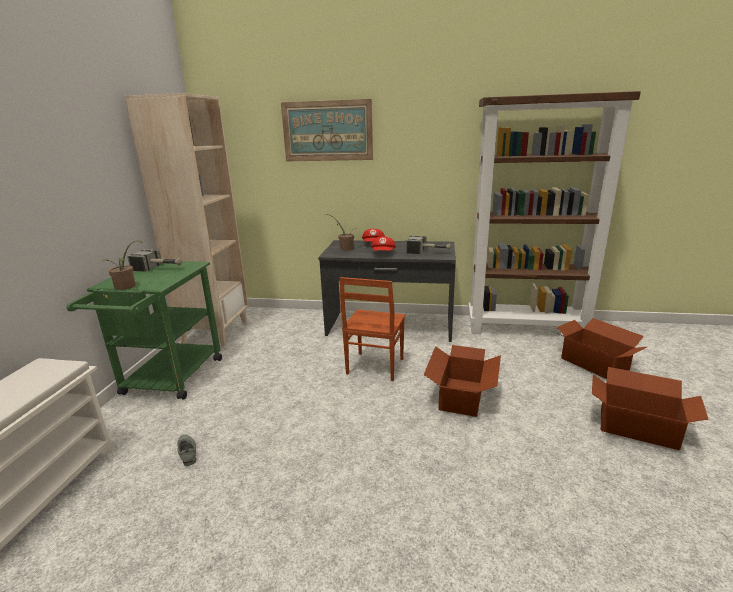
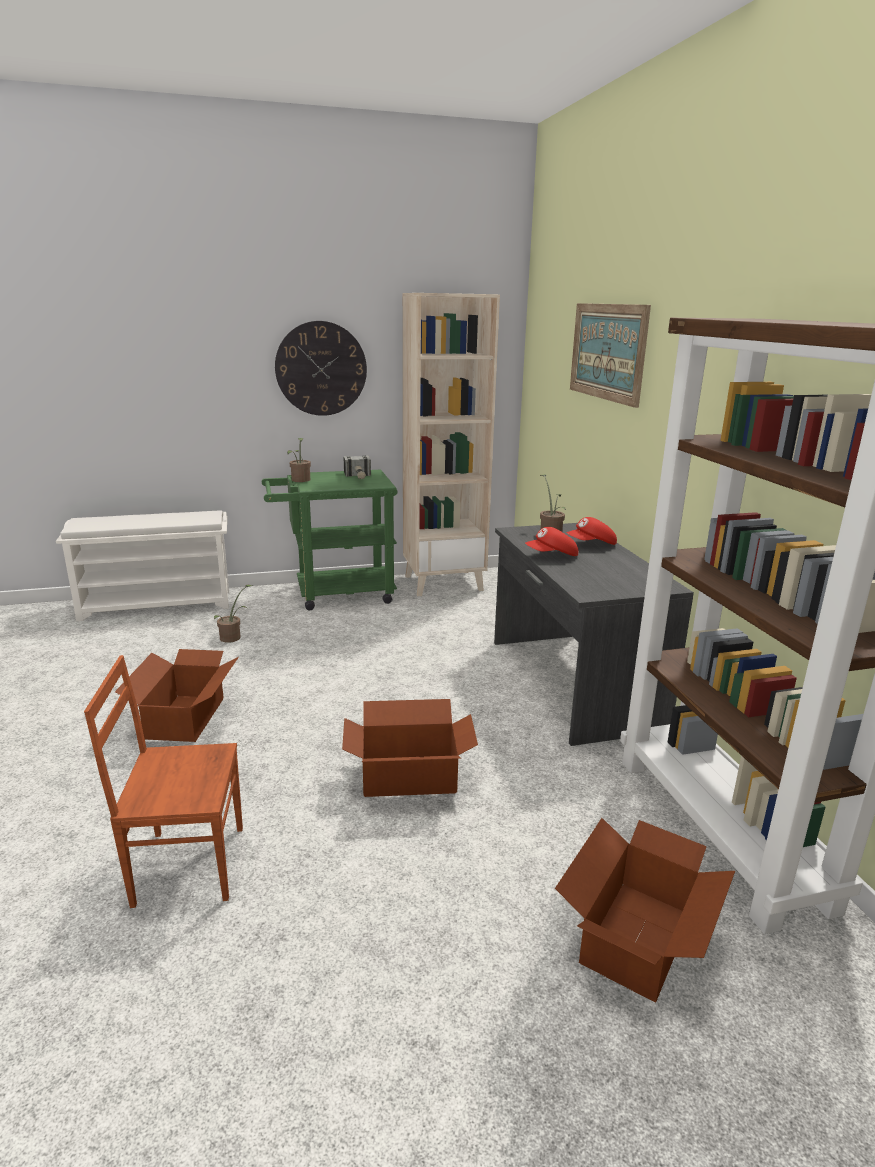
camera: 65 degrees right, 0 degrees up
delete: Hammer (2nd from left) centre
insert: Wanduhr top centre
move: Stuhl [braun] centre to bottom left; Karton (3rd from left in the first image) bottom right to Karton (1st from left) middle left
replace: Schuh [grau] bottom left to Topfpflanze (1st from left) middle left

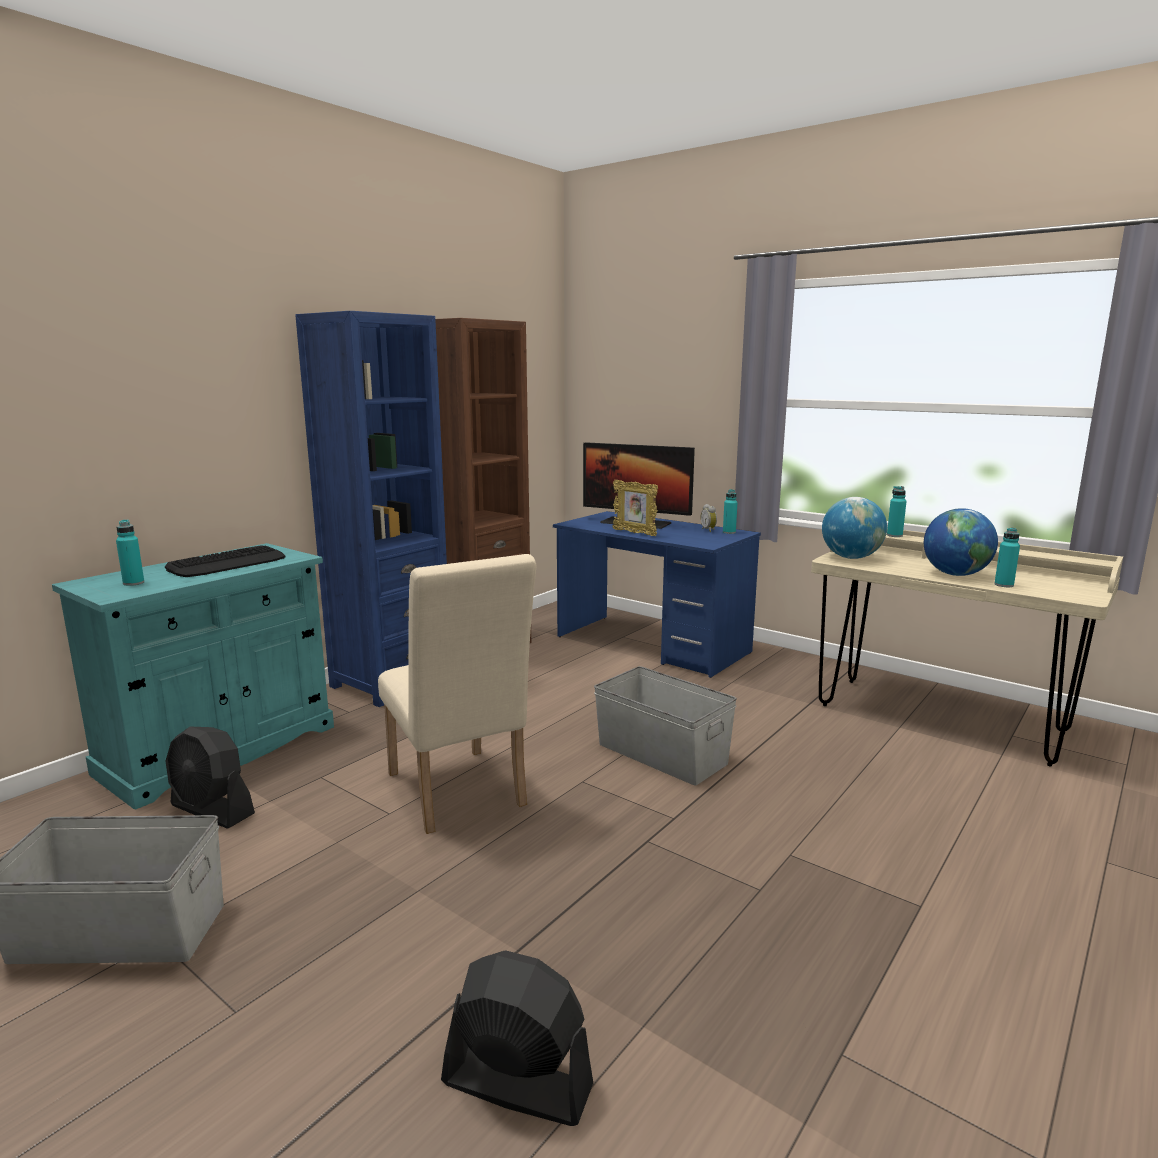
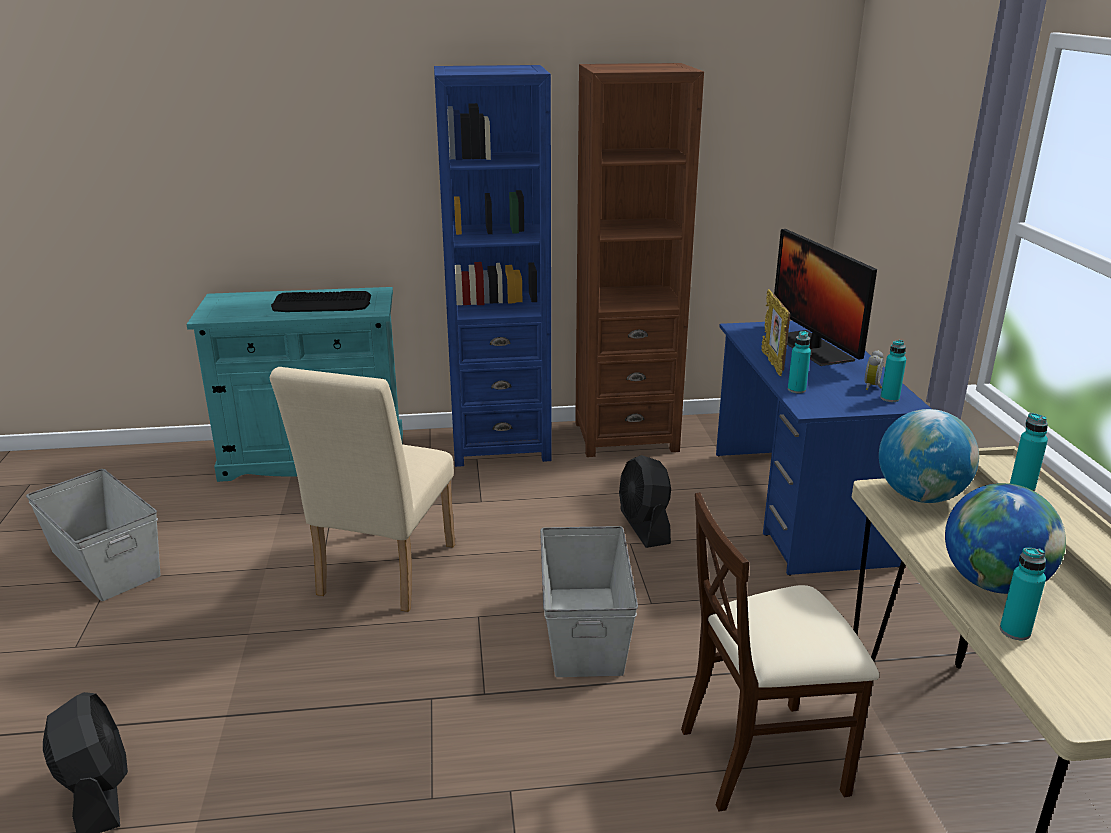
camera: 45 degrees right, 10 degrees up
insert: Stuhl [beige] (2nd from left) bottom right
move: Flasche [türkis] (1st from left) middle left to middle right; Ventilator [schwarz] (1st from left in the first image) bottom left to Ventilator [schwarz] (2nd from left) centre

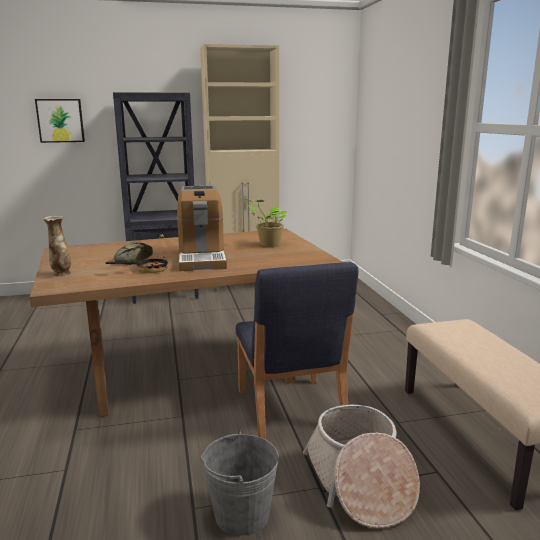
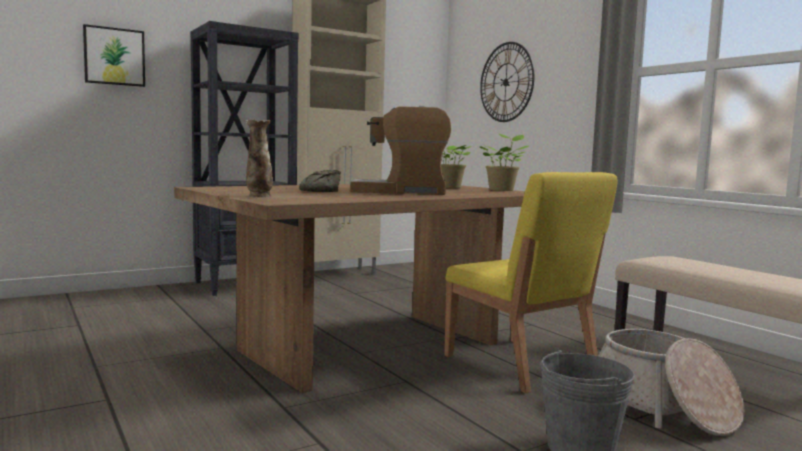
camera: 20 degrees left, 10 degrees down
delete: Pfanne middle left
insert: Topfpflanze (2nd from left) centre; Wanduhr top centre
recolor: Stuhl [blau] centre to Stuhl [gelb] centre
rotate: Kaffeemaschine centre = top centre 120 degrees clockwise

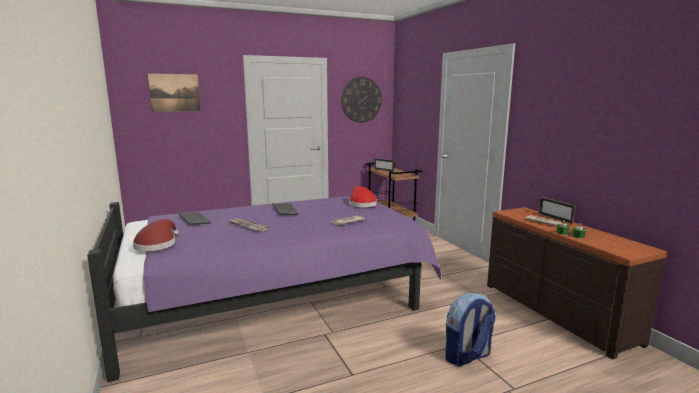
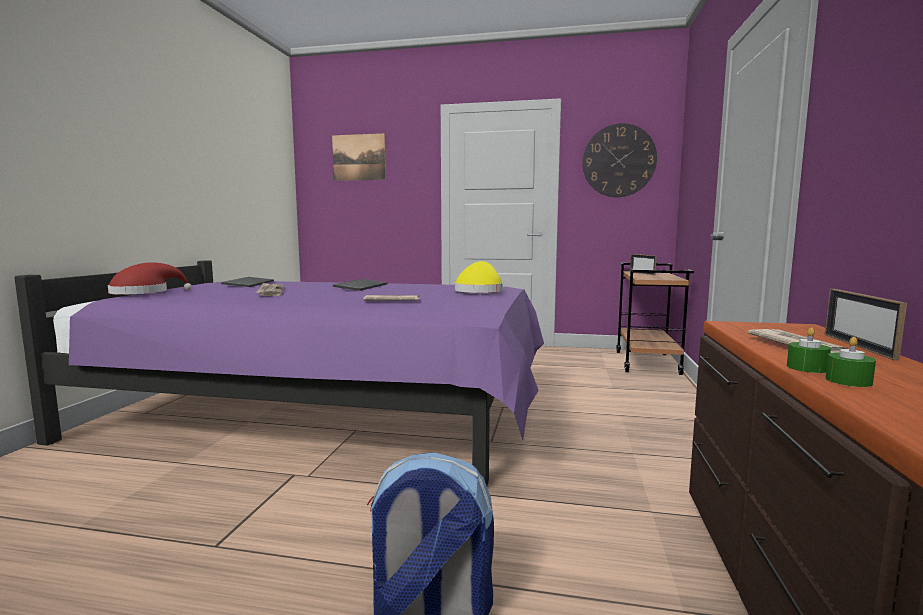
camera: 35 degrees right, 5 degrees down
recolor: Hut [rot] (2nd from left) centre to Hut [gelb] centre

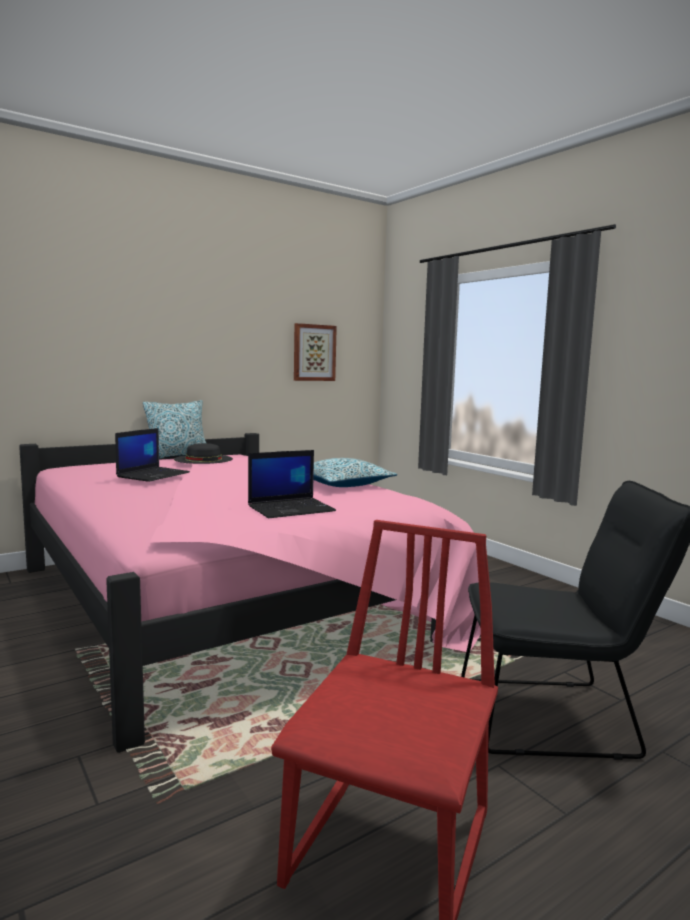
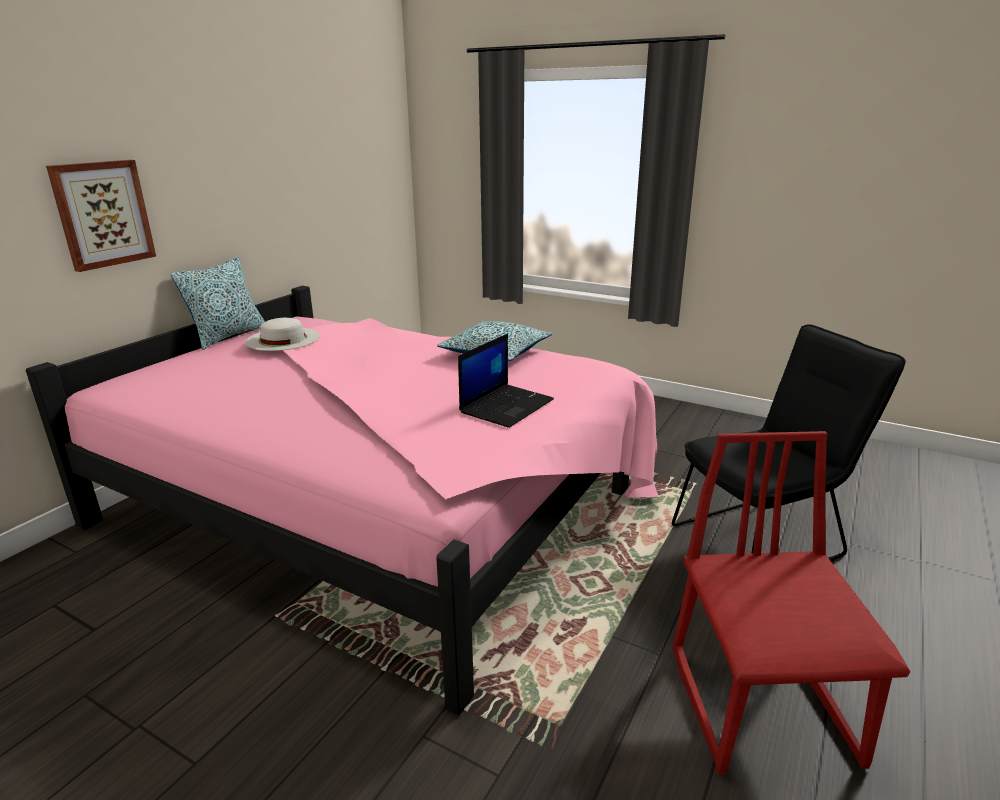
camera: 25 degrees left, 15 degrees up
delete: Laptop (1st from left) middle left
move: Bild centre to top left
recolor: Hut [schwarz] middle left to Hut [weiß] middle left

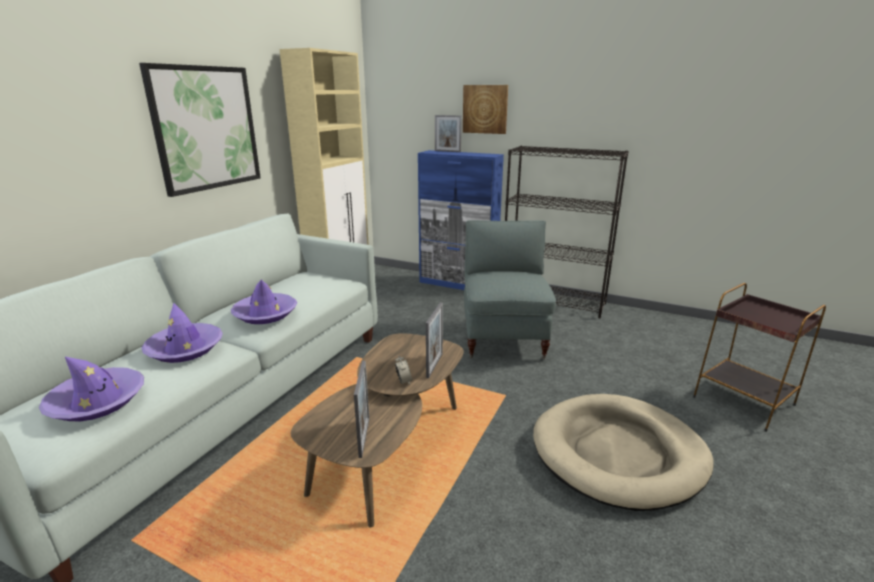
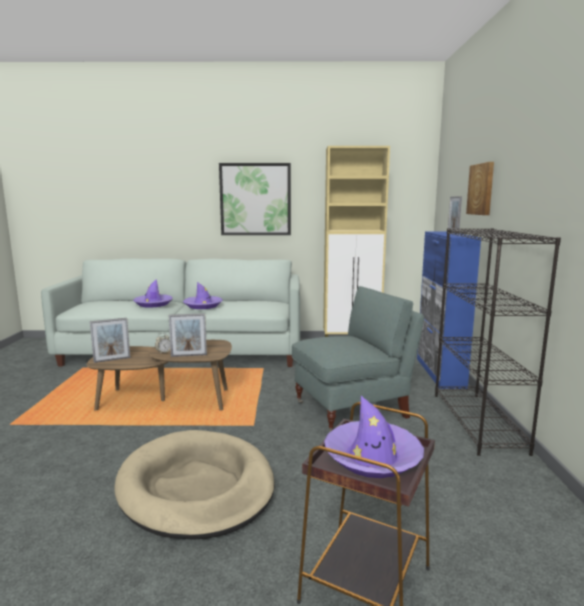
camera: 65 degrees right, 10 degrees down
move: Hut [lila] (1st from left in the first image) bottom left to Hut [lila] (3rd from left) bottom centre

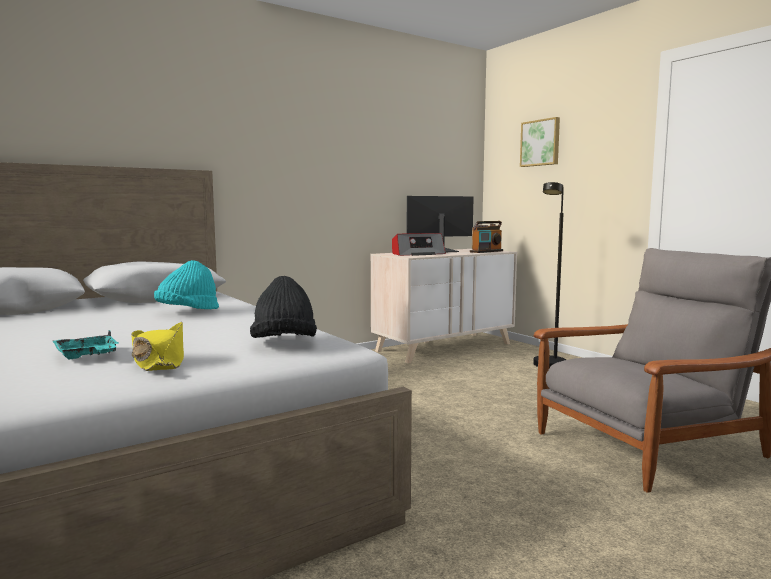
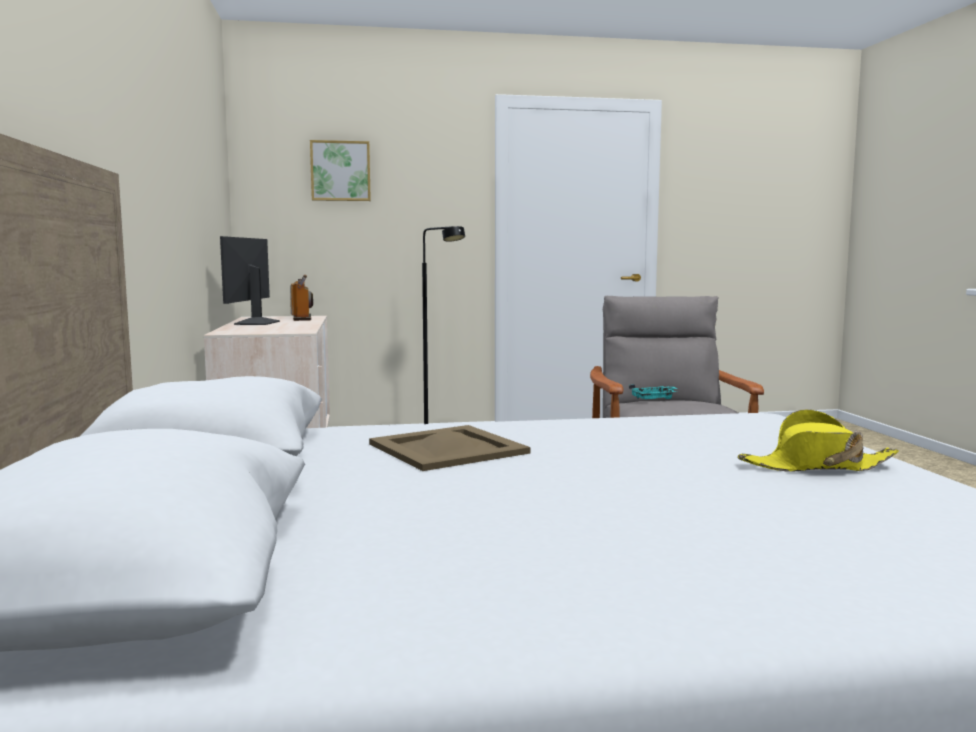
camera: 65 degrees left, 0 degrees up
delete: Hut [schwarz] centre; Radio (1st from left) centre
move: Tablett [türkis] middle left to middle right
replace: Hut [türkis] middle left to Tablett [beige] centre

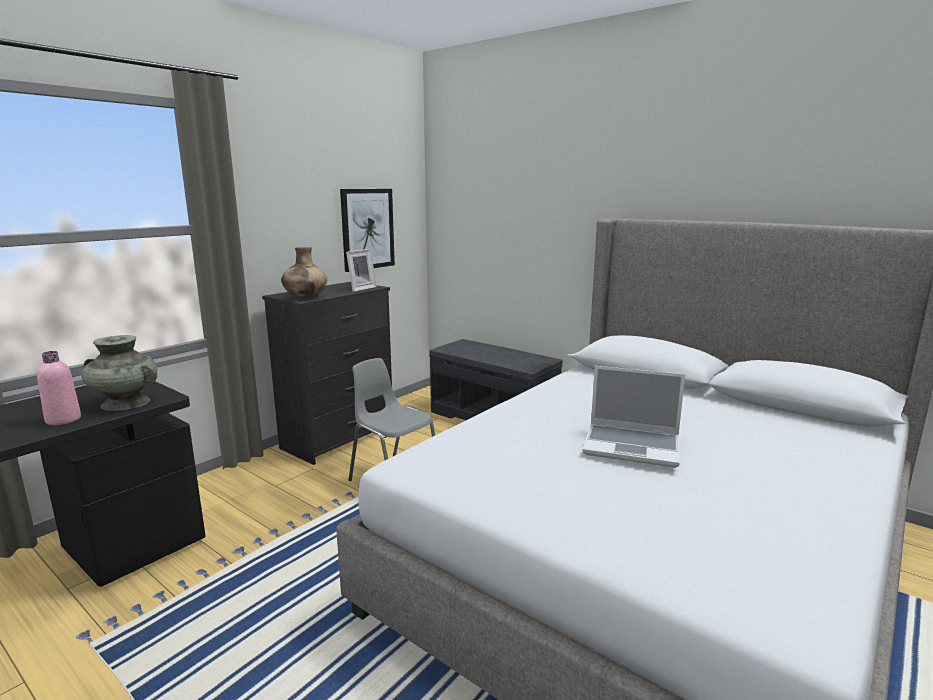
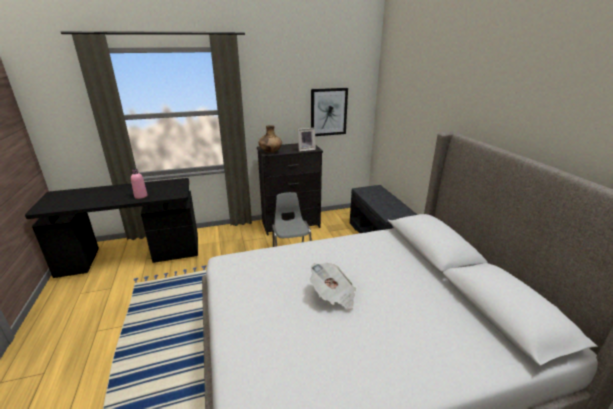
camera: 35 degrees right, 10 degrees up
delete: Vase [türkis] middle left
replace: Laptop middle right to Zeitung bottom centre

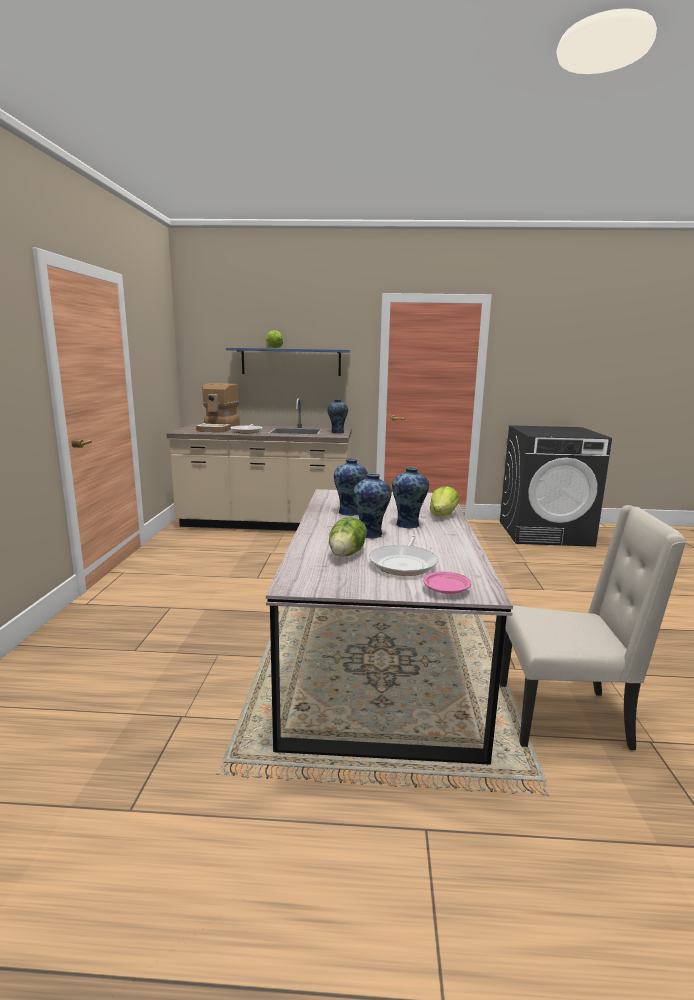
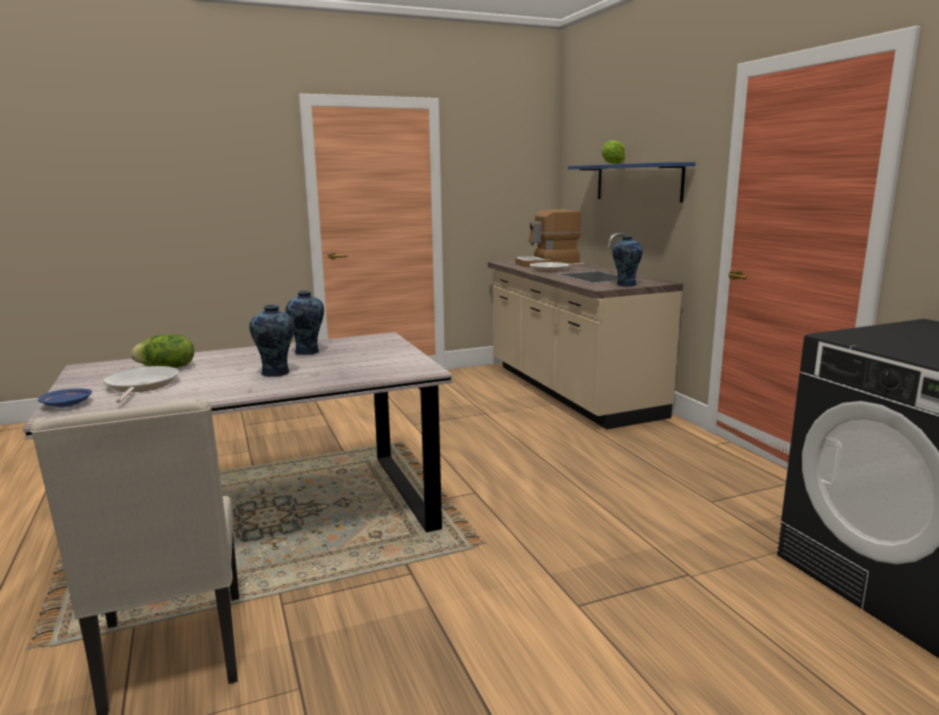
camera: 65 degrees right, 0 degrees up
delete: Vase (3rd from left) centre; Salatkopf (3rd from left) centre
recolor: Teller [rosa] centre to Teller [blau] middle left
rotate: Pfanne (2nd from left in the first image) centre = middle left 90 degrees clockwise

